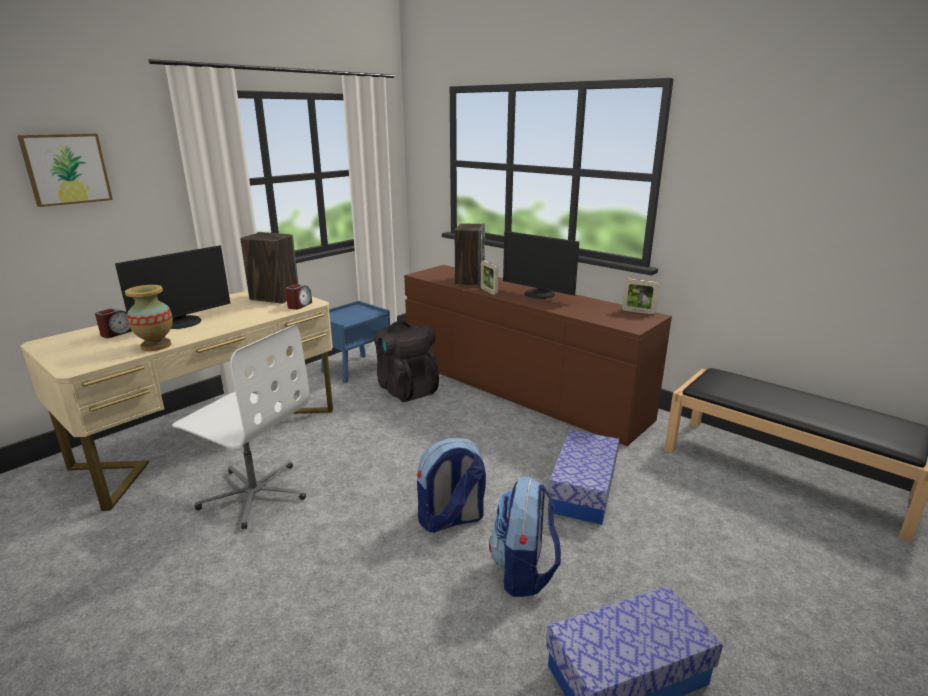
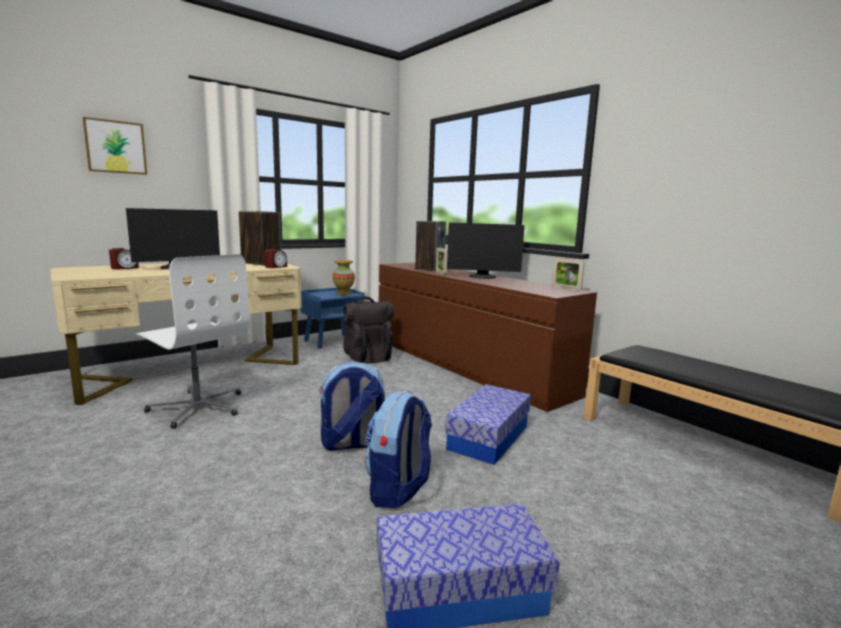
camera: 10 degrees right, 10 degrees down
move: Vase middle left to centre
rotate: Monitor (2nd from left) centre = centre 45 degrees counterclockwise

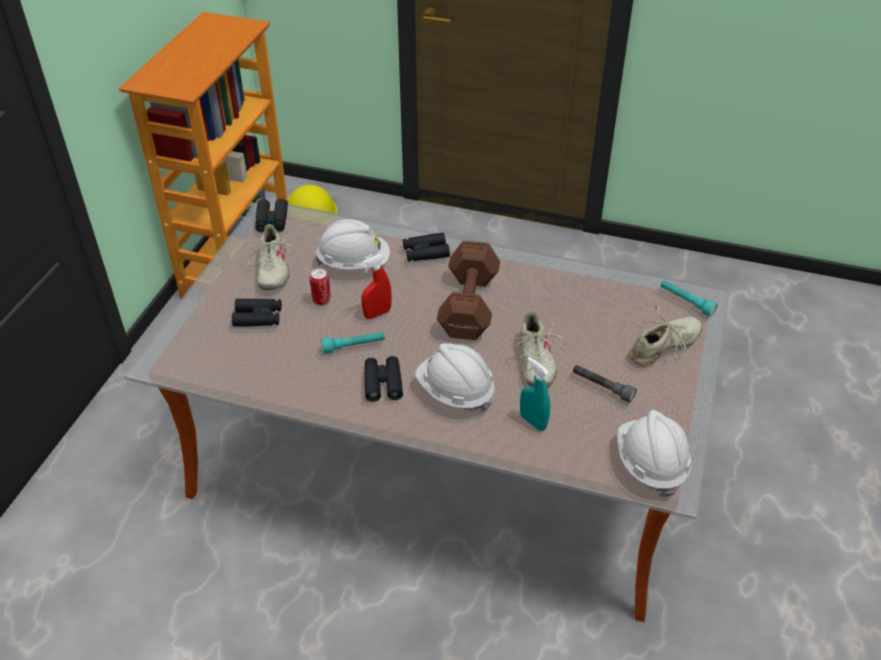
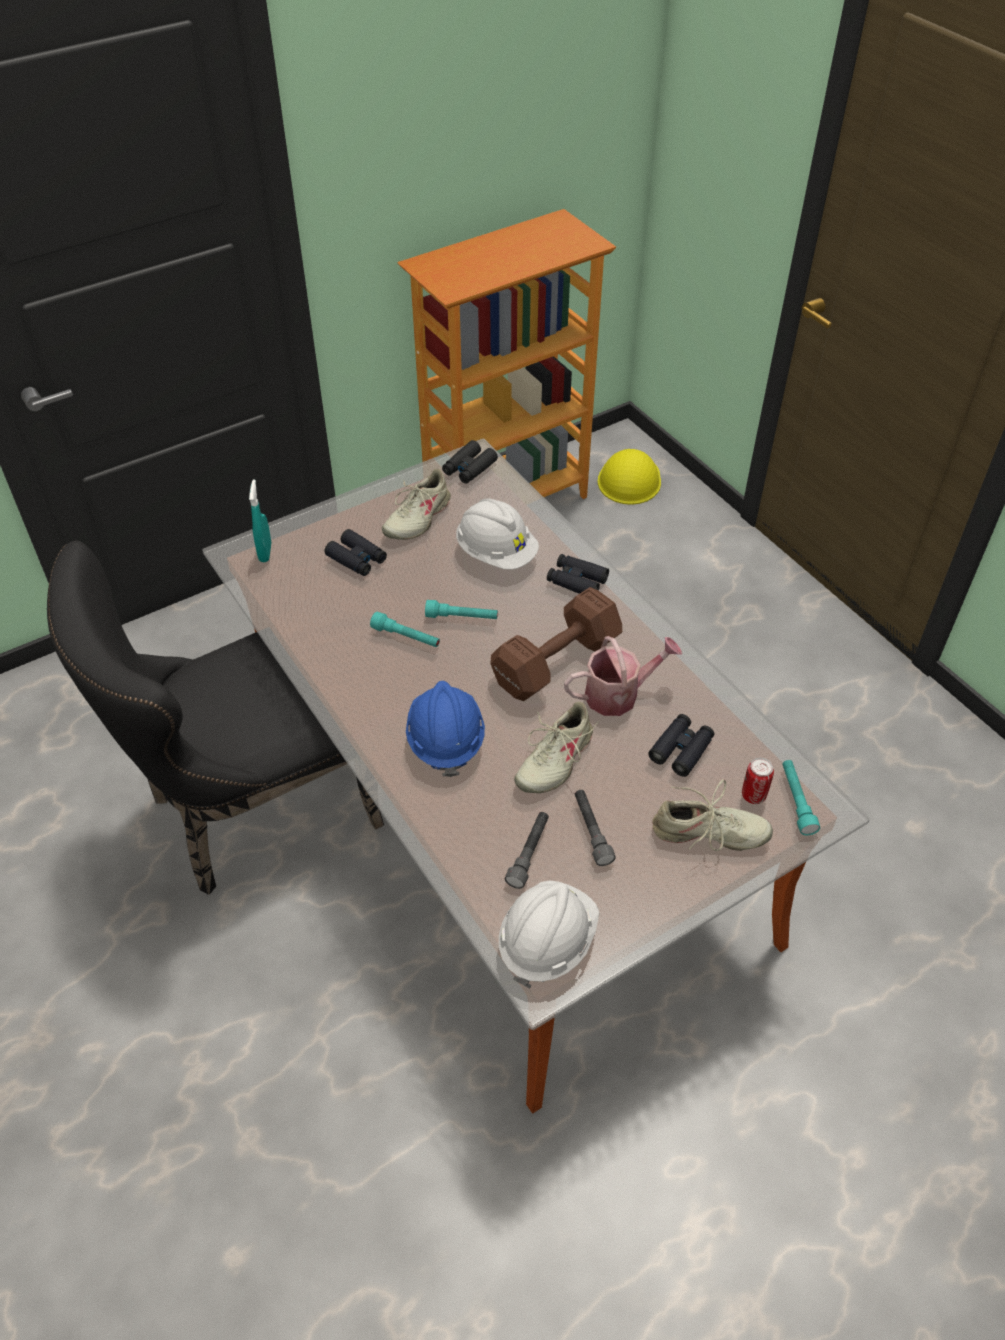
camera: 40 degrees right, 5 degrees up
insert: Stuhl [schwarz] middle left; Taschenlampe [grau] (1st from left) centre; Gießkanne centre
move: Dose centre to middle right; Fernglas [schwarz] (3rd from left in the first image) centre to Fernglas [schwarz] (4th from left) middle right; Sprühflasche [türkis] centre to middle left
replace: Sprühflasche [rot] centre to Taschenlampe [türkis] (2nd from left) centre
recolor: Schutzhelm [weiß] (2nd from left) centre to Schutzhelm [blau] centre

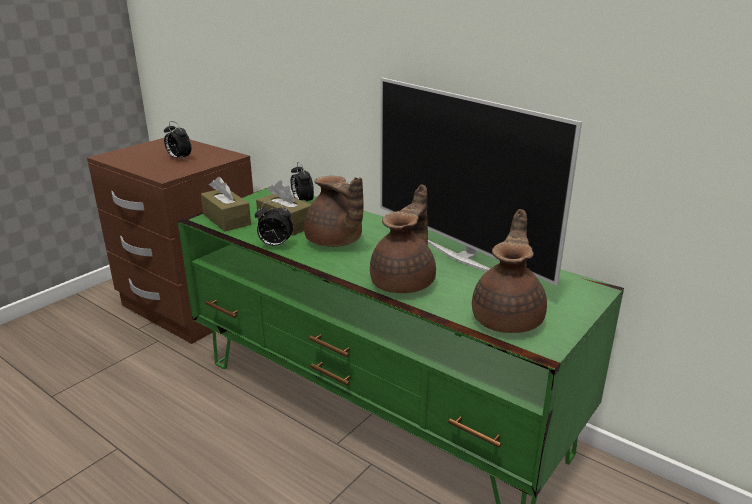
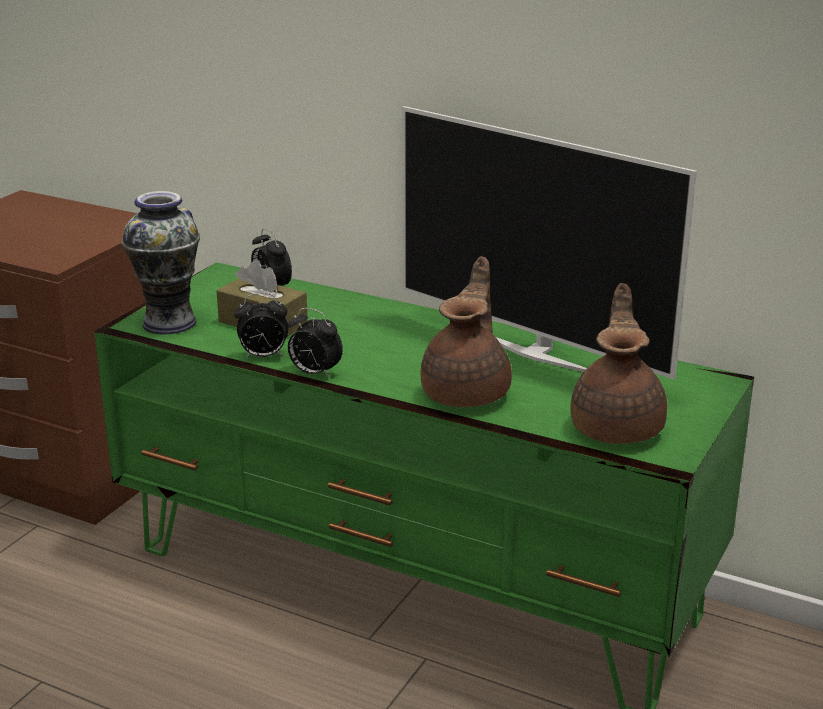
camera: 10 degrees left, 0 degrees up
delete: Teekanne [braun] (1st from left) centre
move: Wecker (1st from left in the first image) top left to Wecker (3rd from left) centre
replace: Taschentuchbox [braun] (1st from left) middle left to Vase middle left

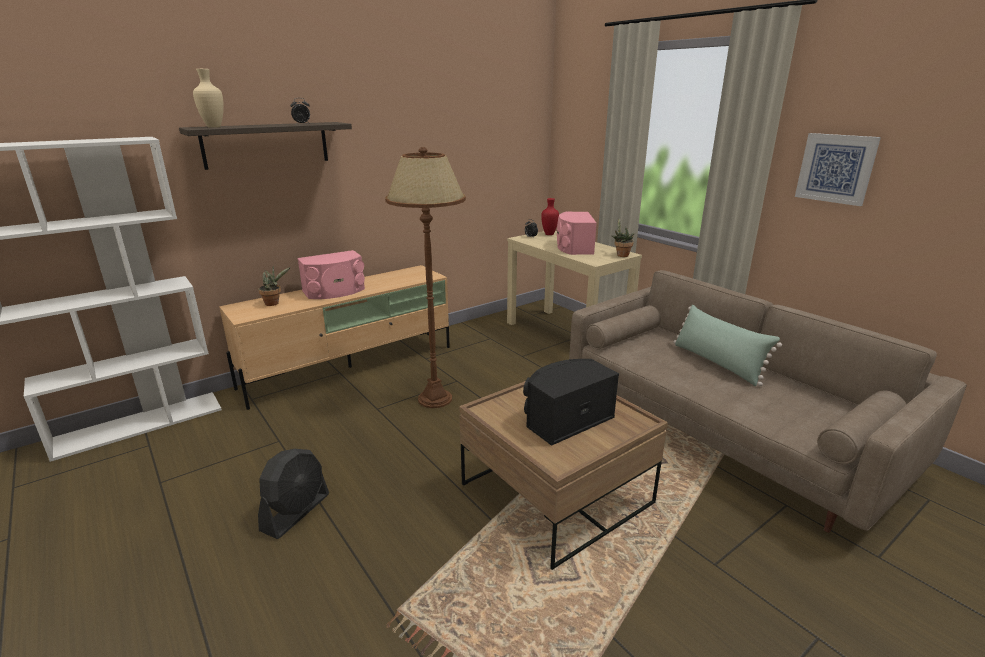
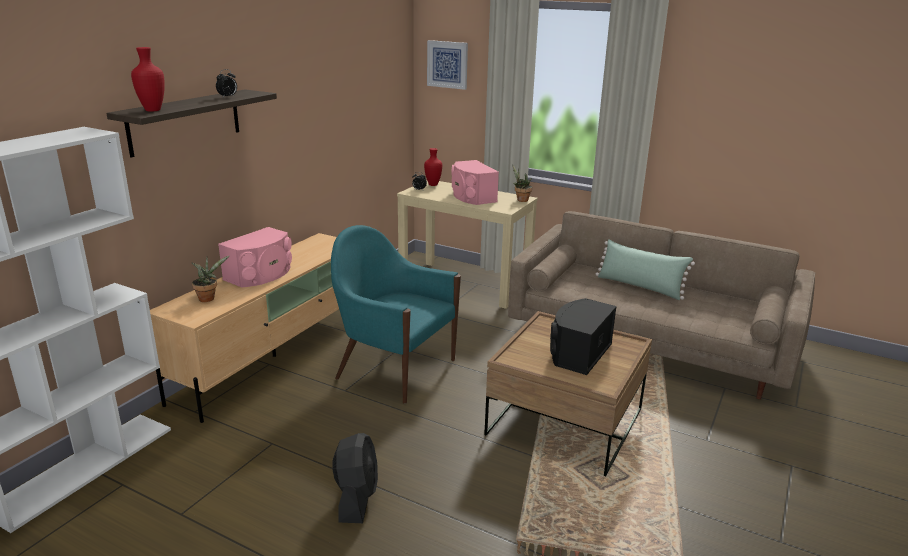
camera: 25 degrees left, 0 degrees up
move: Bild top right to top centre
replace: Stehlampe [braun] centre to Sessel [türkis] centre
recolor: Vase [beige] top left to Vase [rot] (1st from left) top left

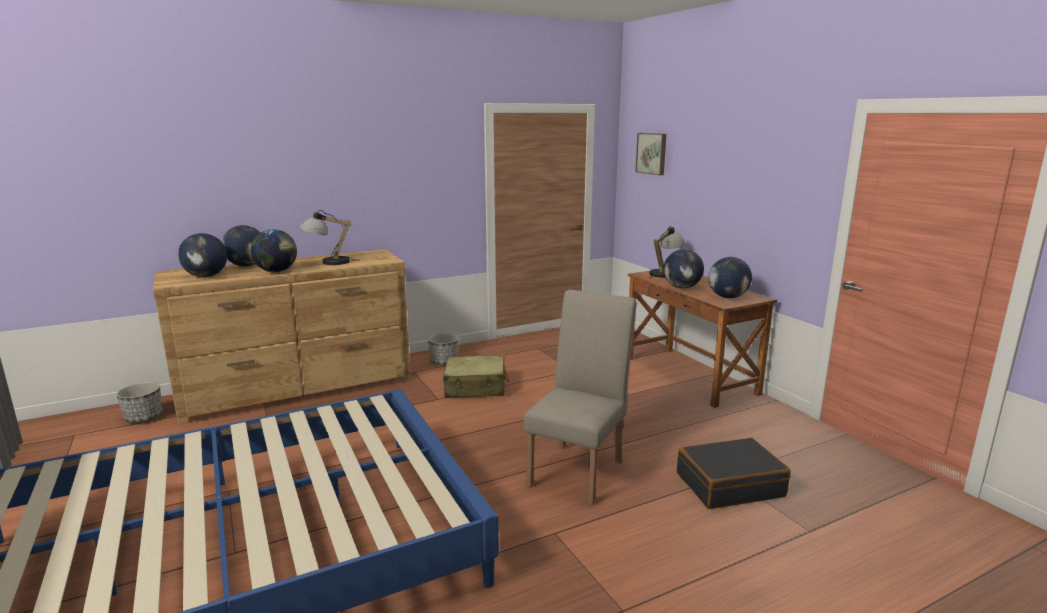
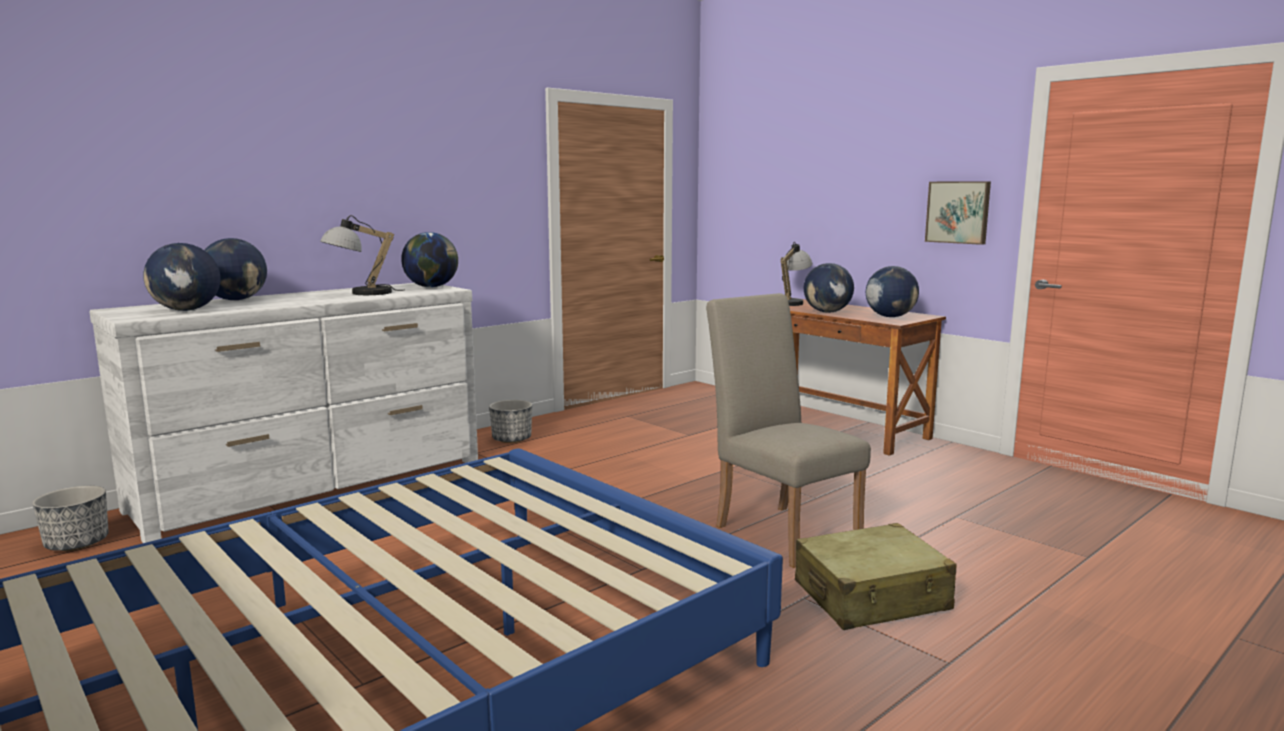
camera: 15 degrees left, 5 degrees down
delete: Koffer [schwarz] bottom right
move: Globus (3rd from left) middle left to centre; Koffer [beige] centre to bottom right; Bild top centre to top right
recolor: Kommode [braun] middle left to Kommode [weiß] middle left
rotate: Stuhl [beige] centre = centre 45 degrees counterclockwise

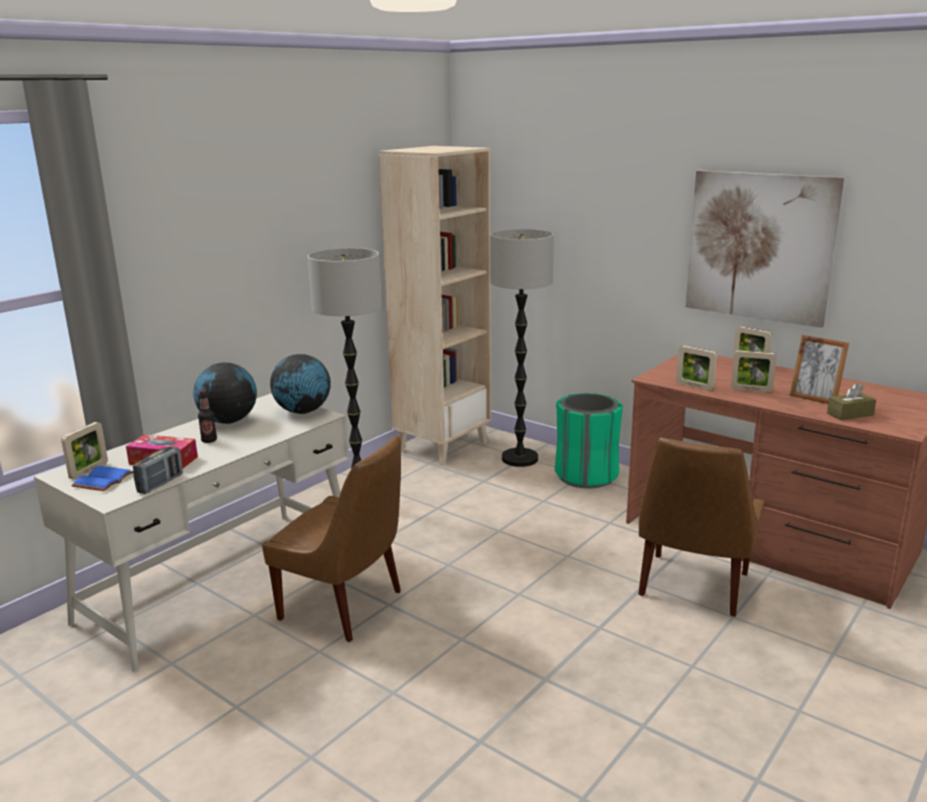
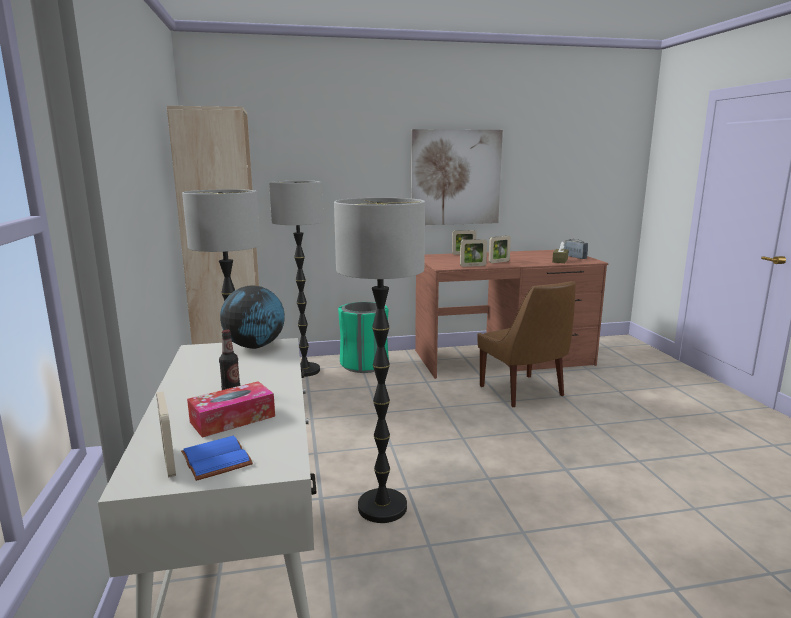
camera: 50 degrees left, 5 degrees down
delete: Globus (1st from left) middle left; Bilderrahmen (5th from left) middle right
move: Radio middle left to middle right
replace: Stuhl [braun] (1st from left) bottom centre to Stehlampe (3rd from left) centre

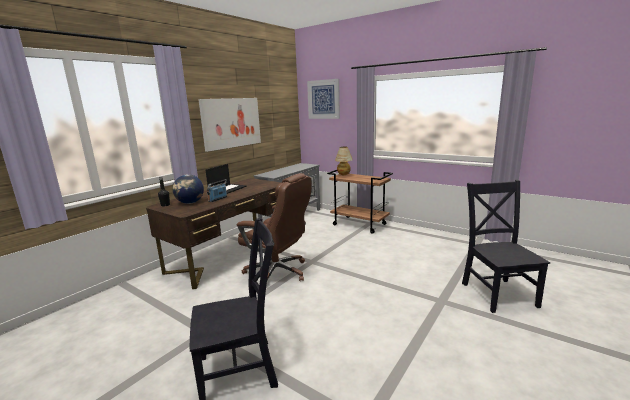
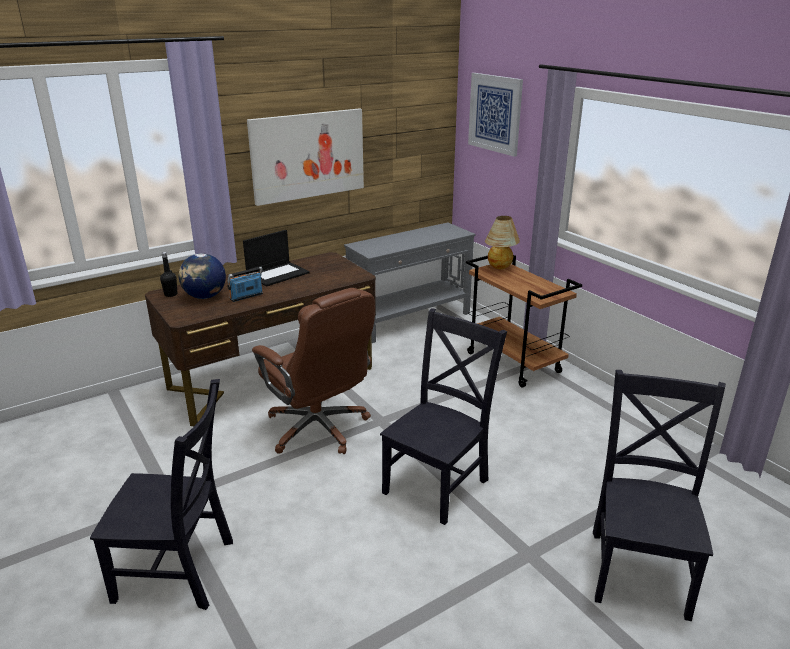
camera: 20 degrees right, 10 degrees up
insert: Stuhl [schwarz] (2nd from left) centre

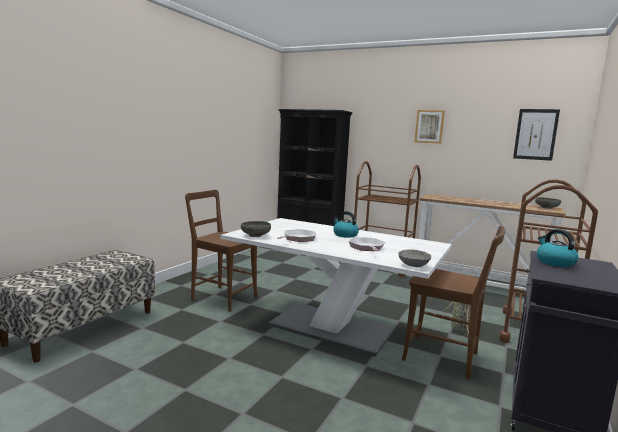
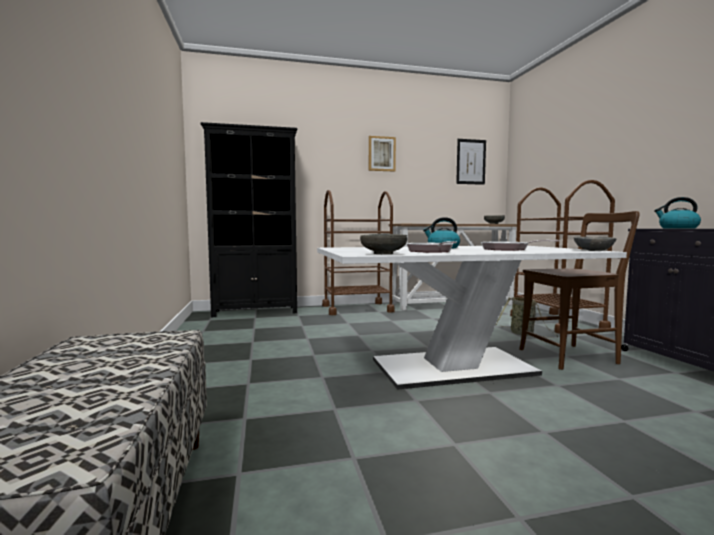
camera: 40 degrees left, 5 degrees down
delete: Stuhl [braun] (1st from left) centre

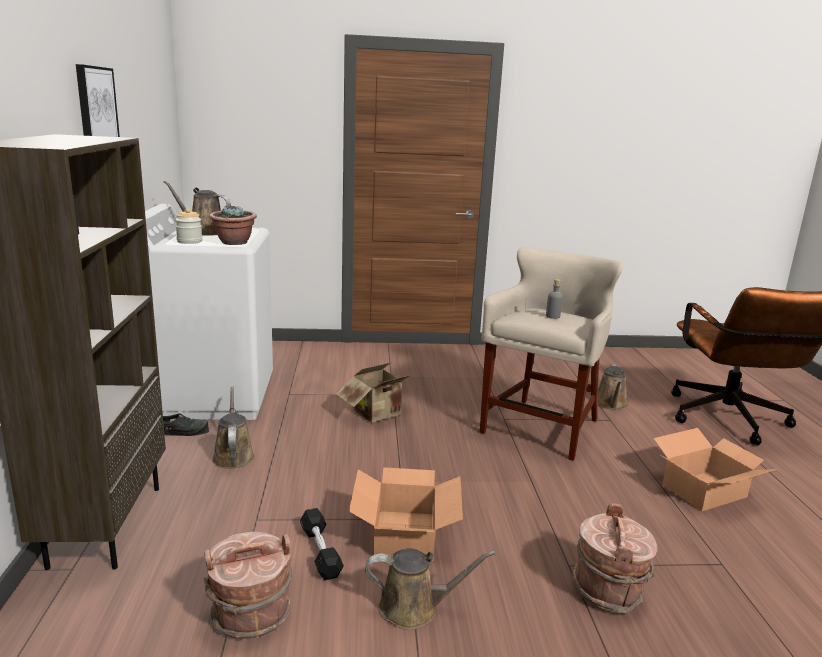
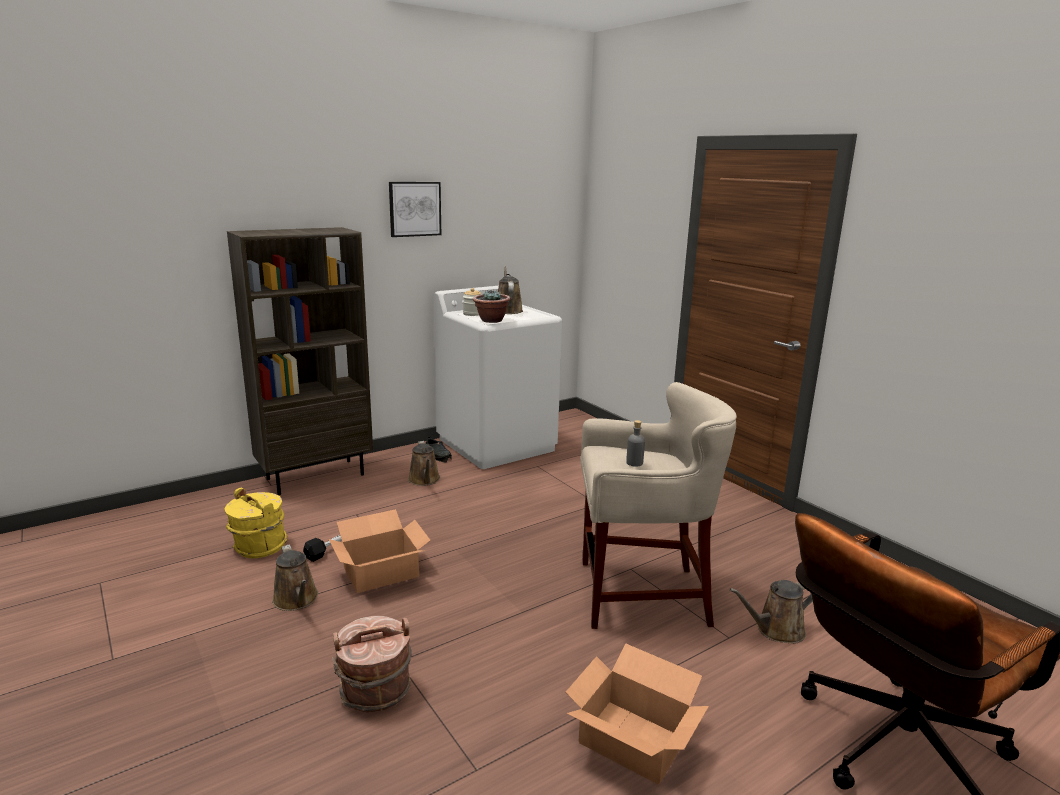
camera: 60 degrees right, 0 degrees up
delete: Karton (1st from left) centre
recolor: Eimer [braun] (1st from left) bottom left to Eimer [gelb] middle left
rotate: Gießkanne [braun] (2nd from left) middle left = centre 120 degrees clockwise

